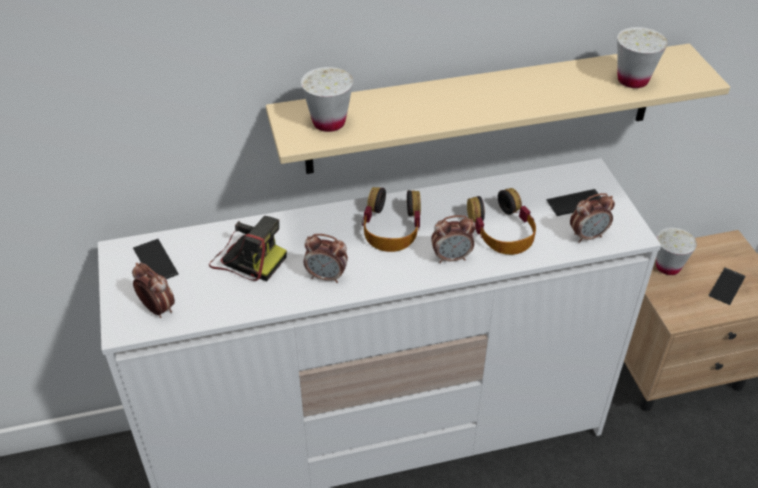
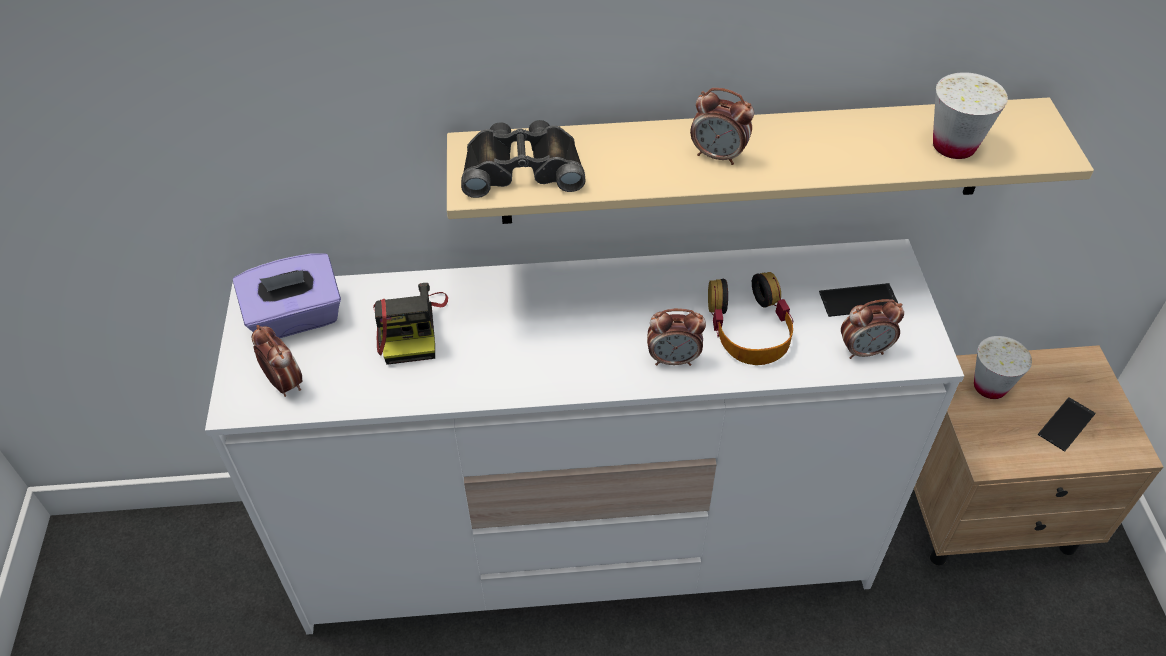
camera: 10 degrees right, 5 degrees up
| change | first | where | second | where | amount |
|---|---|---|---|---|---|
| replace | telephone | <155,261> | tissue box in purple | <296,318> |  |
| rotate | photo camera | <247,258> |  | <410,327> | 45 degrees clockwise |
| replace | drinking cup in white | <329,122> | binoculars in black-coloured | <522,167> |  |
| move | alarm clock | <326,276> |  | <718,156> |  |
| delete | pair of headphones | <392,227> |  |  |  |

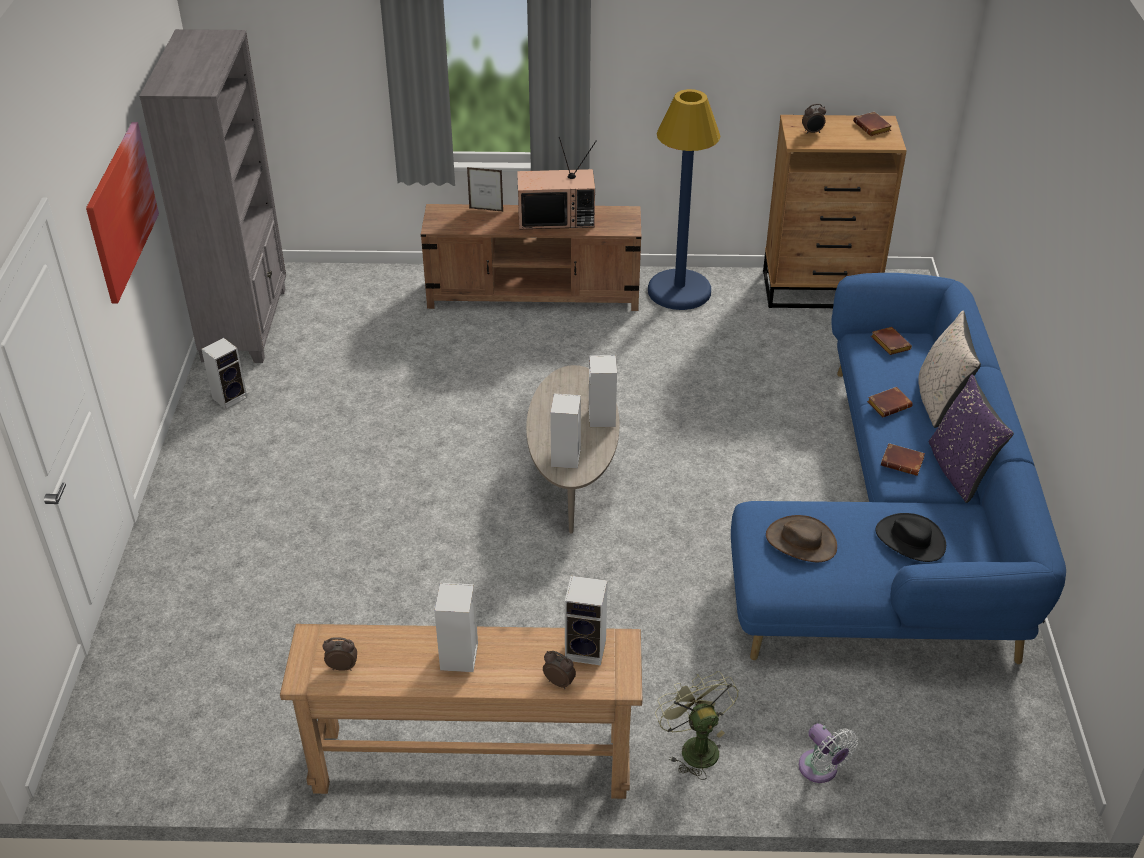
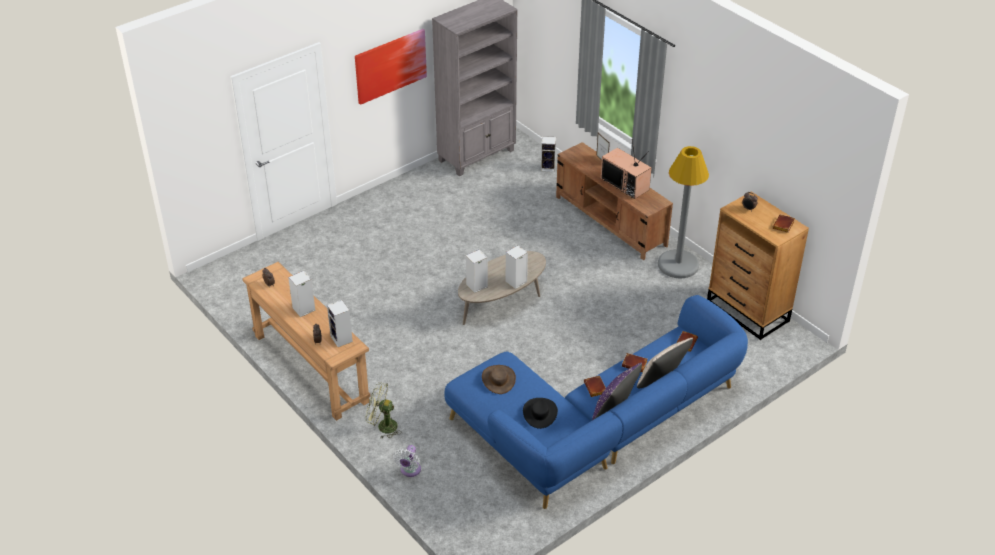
camera: 50 degrees right, 0 degrees up
| change | first | where | second | where | amount |
|---|---|---|---|---|---|
| move | speaker | <230,397> |  | <548,167> |  |
| recolor | standing lamp in blue-coloured | <679,291> | standing lamp in gray | <678,265> |  |
| rotate | cooling fan in greenish | <694,746> |  | <383,426> | 105 degrees counterclockwise |

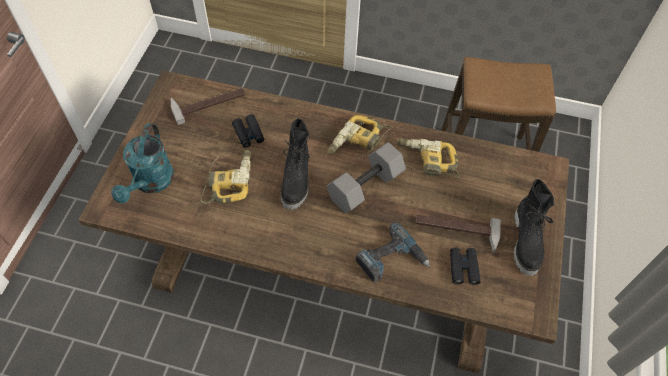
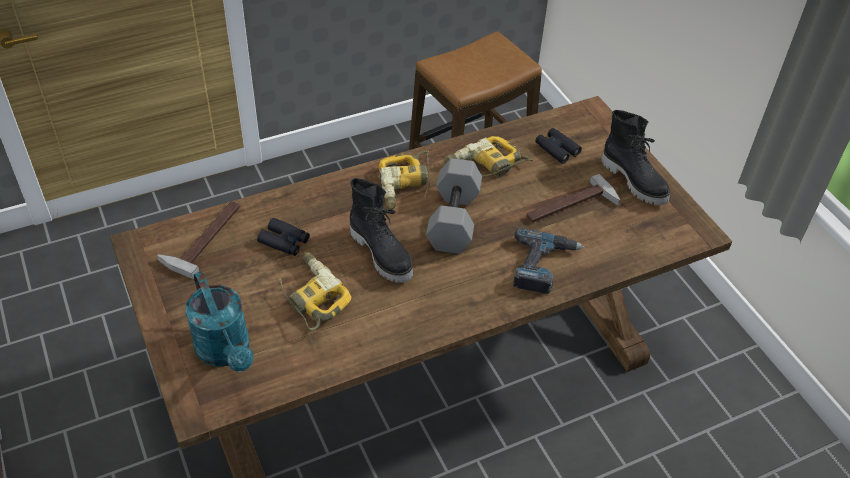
camera: 40 degrees left, 10 degrees down
| change | first | where | second | where | amount |
|---|---|---|---|---|---|
| move | binoculars in black-coloured | <463,268> |  | <557,149> |  |

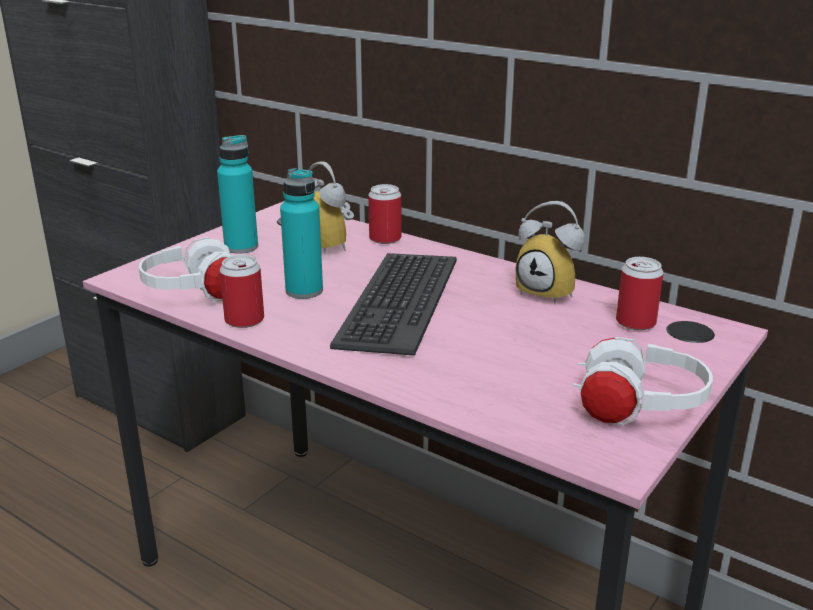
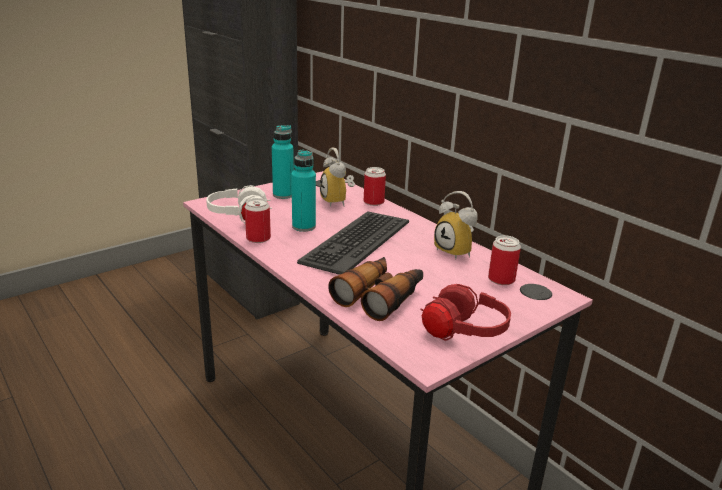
camera: 15 degrees right, 0 degrees up
| change | first | where | second | where | amount |
|---|---|---|---|---|---|
| recolor | pair of headphones in white | <637,410> | pair of headphones in red | <463,334> |  |
| insert |  |  | binoculars | <380,296> |  |

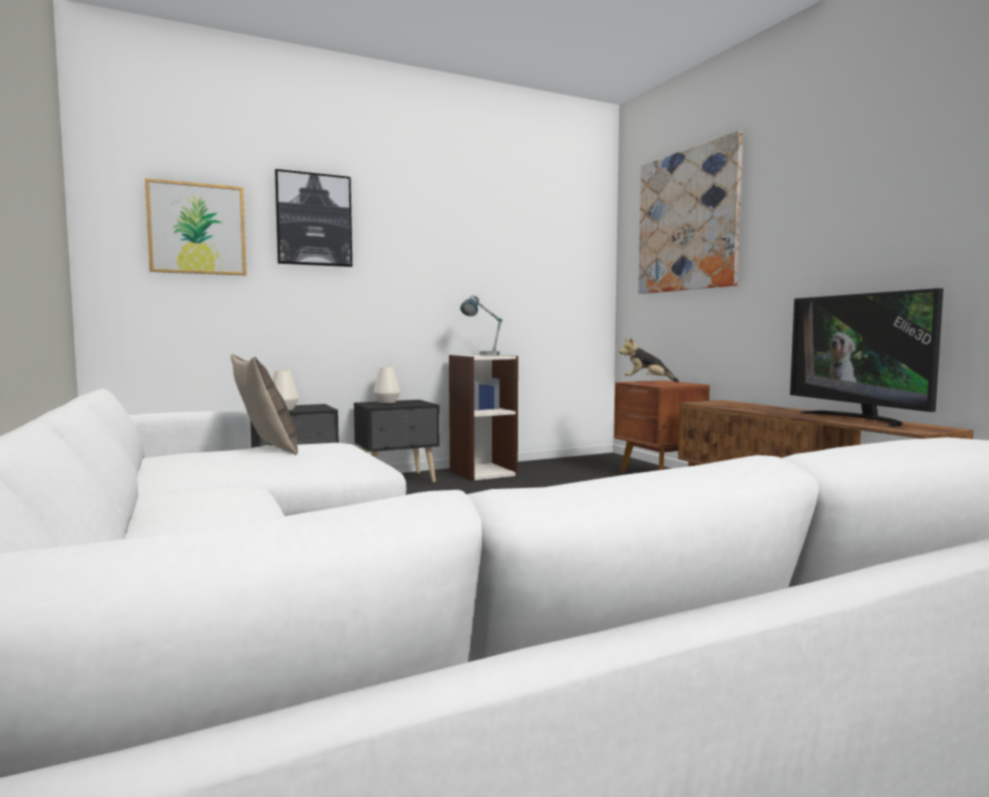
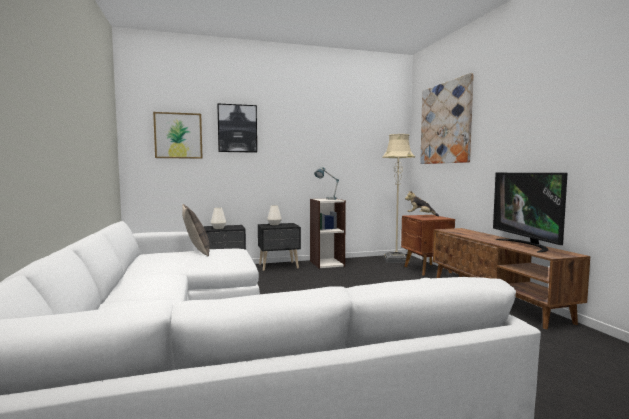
camera: 10 degrees right, 0 degrees up
| change | first | where | second | where | amount |
|---|---|---|---|---|---|
| insert |  |  | standing lamp in beige-coloured | <396,260> |  |

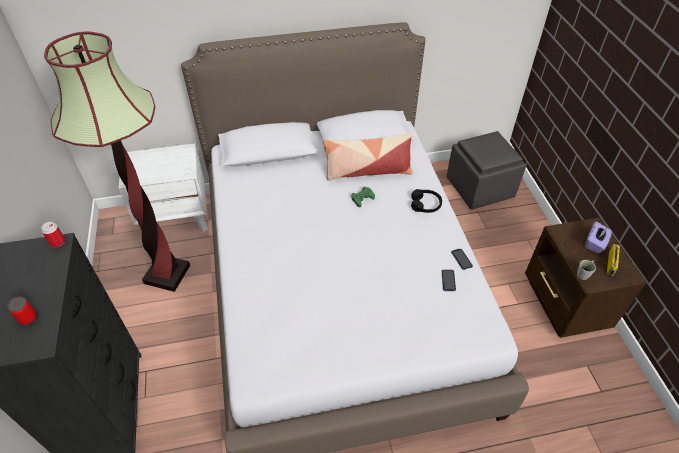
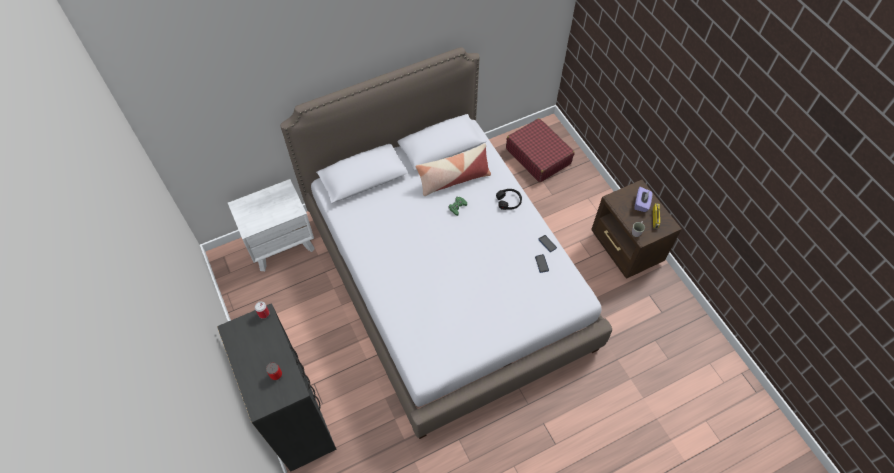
camera: 15 degrees left, 10 degrees up
| change | first | where | second | where | amount |
|---|---|---|---|---|---|
| delete | standing lamp | <167,274> |  |  |  |
| replace | pouffe in gray | <479,187> | piece of luggage in red | <538,156> |  |

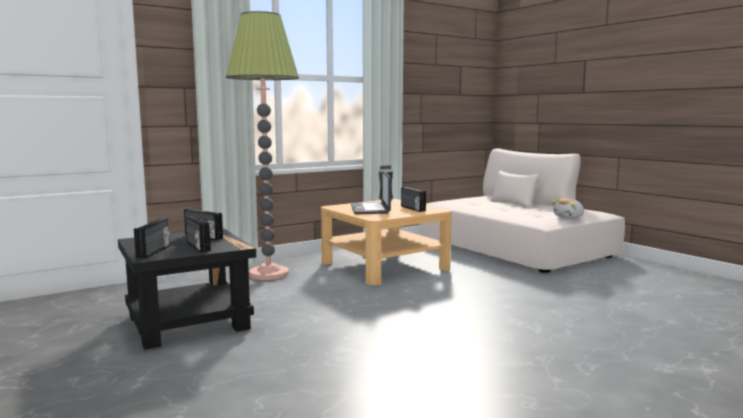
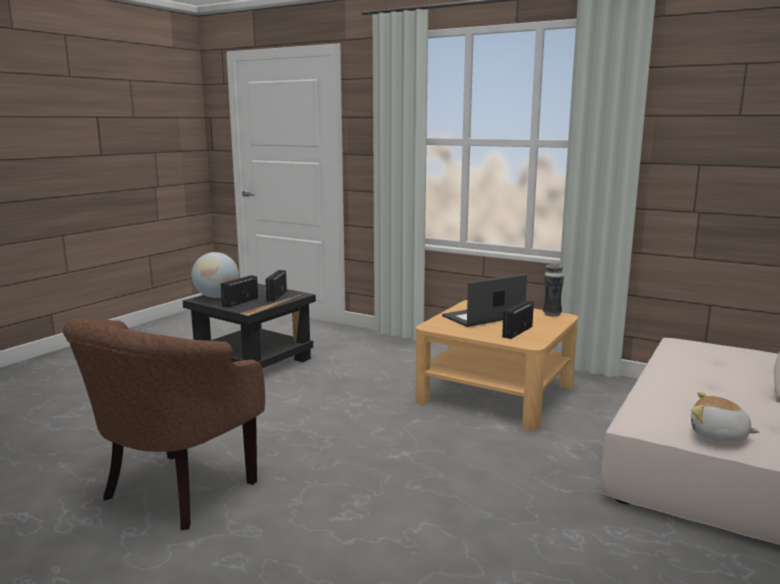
camera: 65 degrees right, 5 degrees up
| change | first | where | second | where | amount |
|---|---|---|---|---|---|
| replace | radio receiver | <154,251> | globe | <217,297> |  |
| delete | standing lamp | <269,274> |  |  |  |
| insert |  |  | armchair in brown | <173,493> |  |

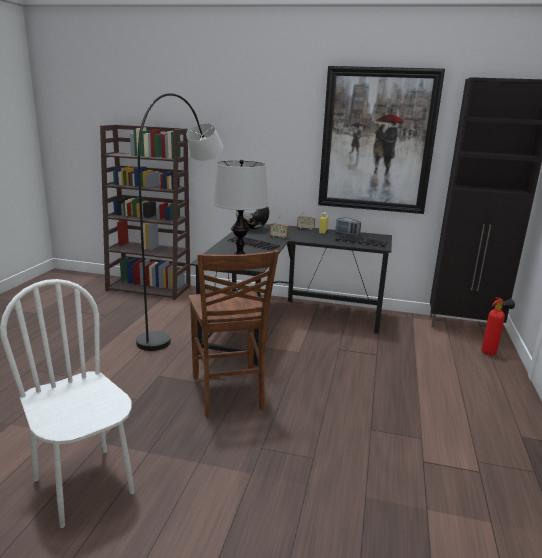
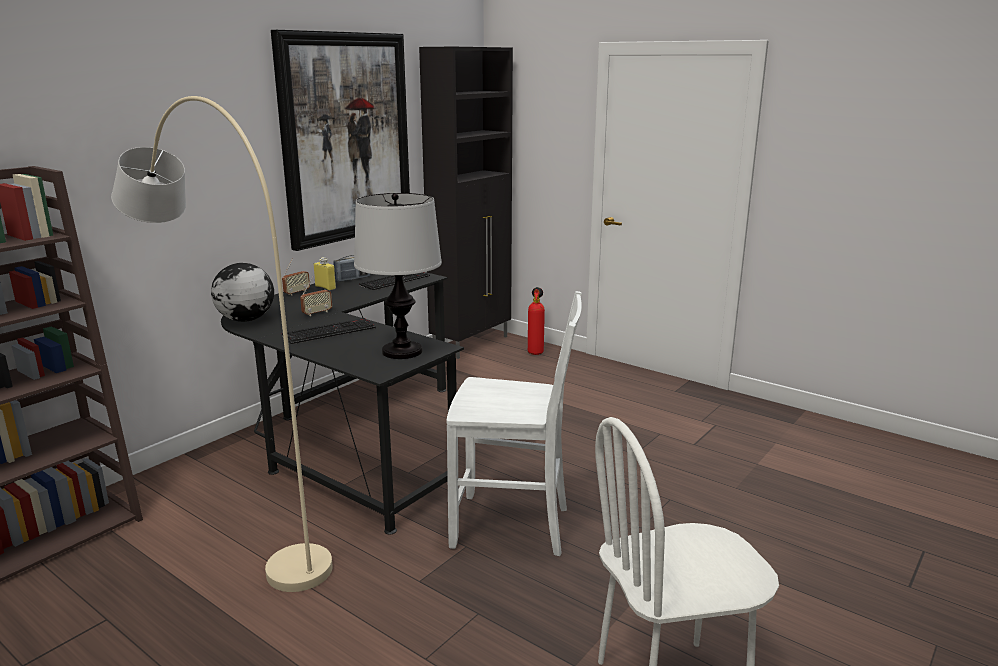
camera: 65 degrees left, 0 degrees up
| change | first | where | second | where | amount |
|---|---|---|---|---|---|
| recolor | standing lamp in black-coloured | <184,318> | standing lamp in beige-coloured | <238,522> |  |
| recolor | chair in brown | <228,394> | chair in white | <513,527> |  |

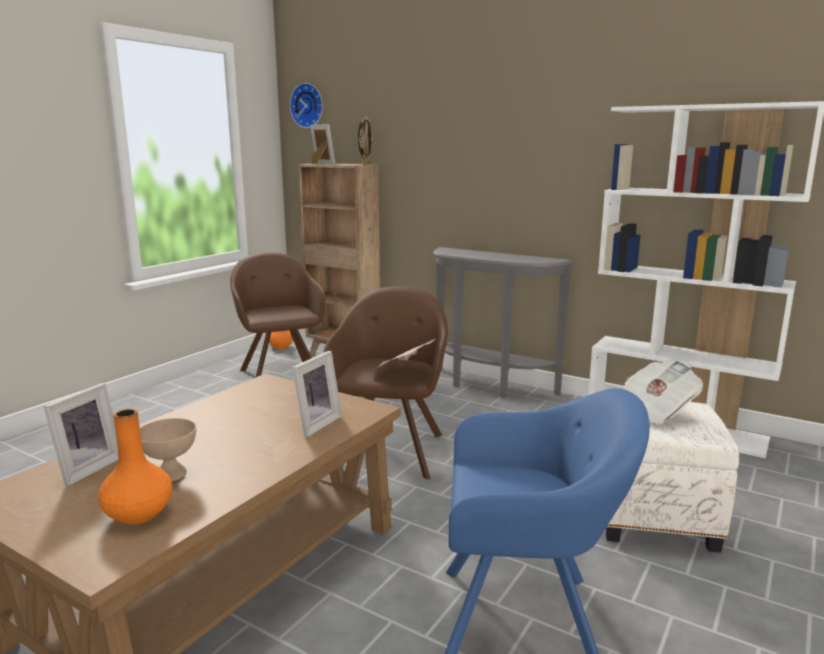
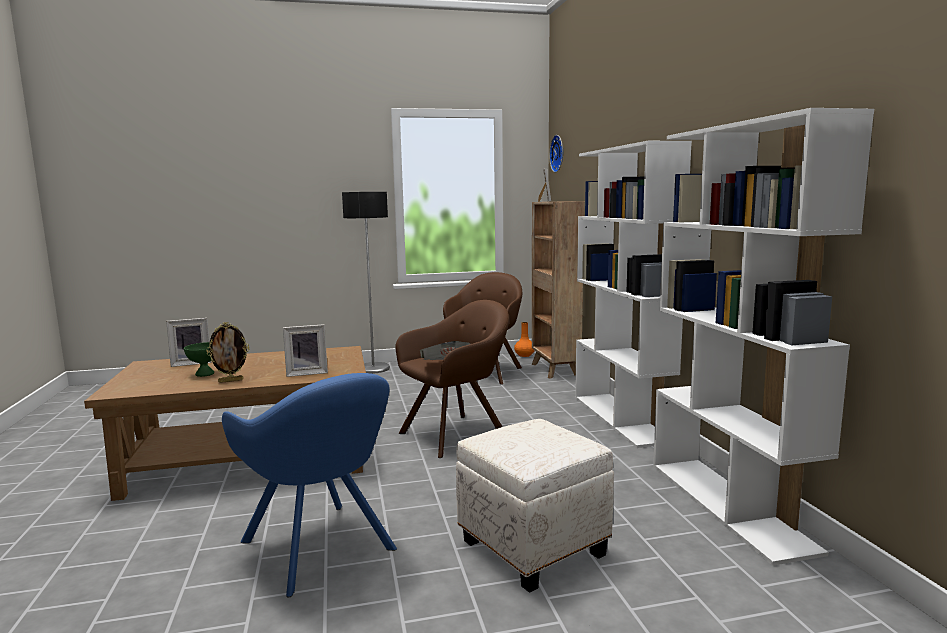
camera: 45 degrees right, 5 degrees down
| change | first | where | second | where | amount |
|---|---|---|---|---|---|
| delete | vase in orange | <139,513> |  |  |  |
| recolor | deep dish in beige-coloured | <170,475> | deep dish in greenish | <204,374> |  |
| move | picture frame | <365,164> |  | <231,381> |  |
| replace | narrow table in gray | <488,386> | bookcase in white | <622,418> |  |
| delete | newspaper | <652,412> |  |  |  |
| insert |  |  | standing lamp | <373,369> |  |

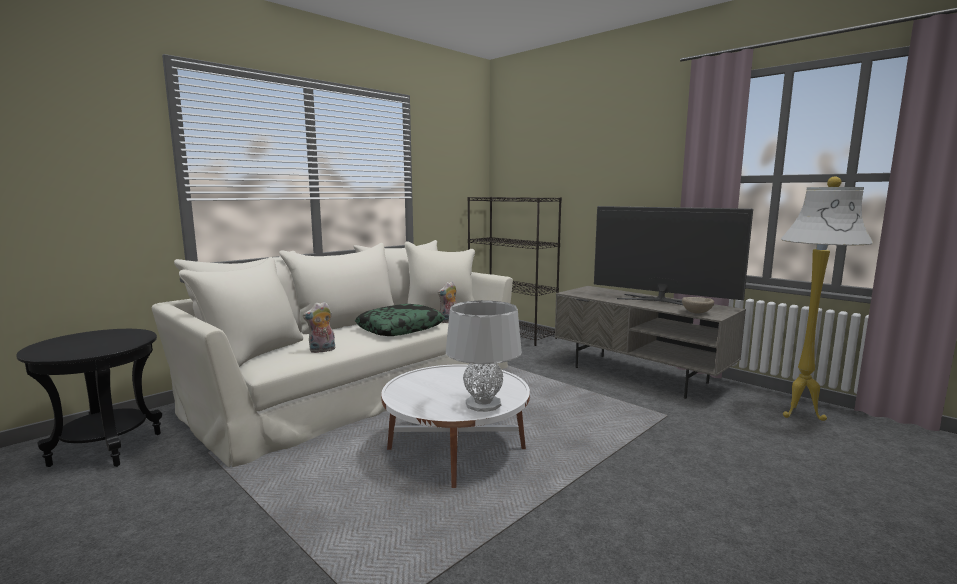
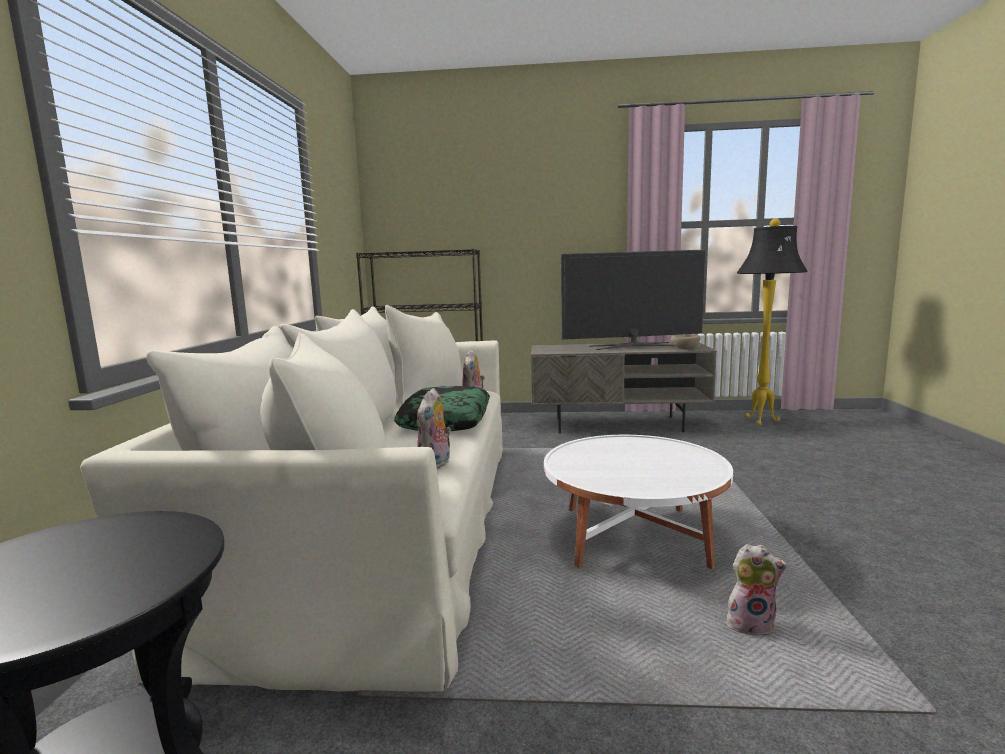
camera: 40 degrees left, 0 degrees up
| change | first | where | second | where | amount |
|---|---|---|---|---|---|
| delete | tabletop lamp in gray | <483,404> |  |  |  |
| recolor | standing lamp in white | <802,415> | standing lamp in black-coloured | <762,421> |  |
| insert |  |  | plush toy | <751,625> |  |

